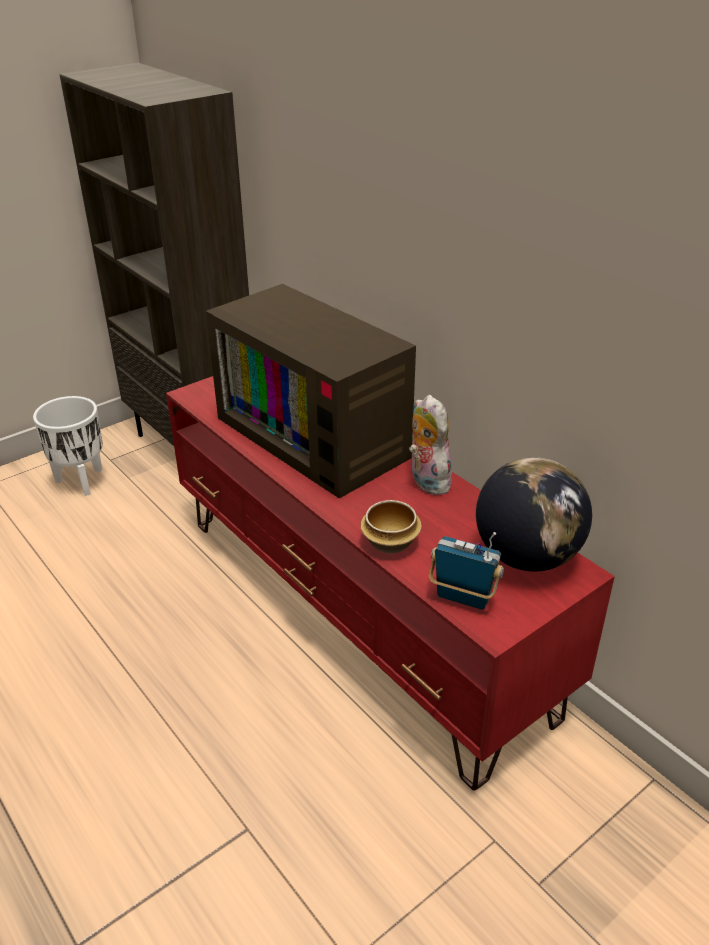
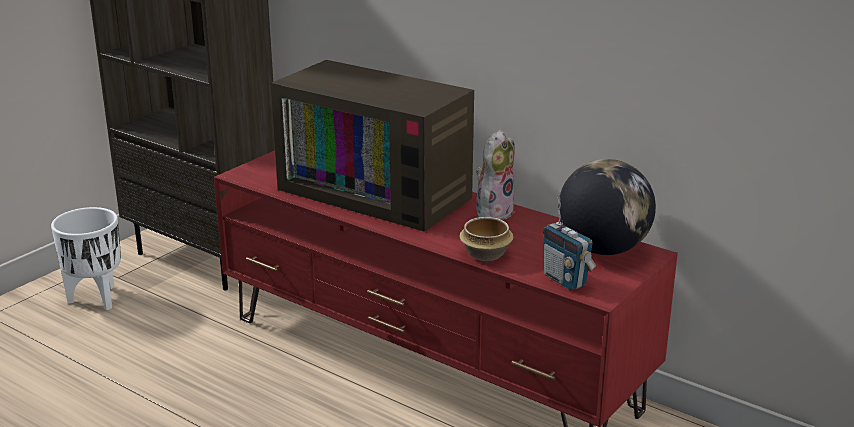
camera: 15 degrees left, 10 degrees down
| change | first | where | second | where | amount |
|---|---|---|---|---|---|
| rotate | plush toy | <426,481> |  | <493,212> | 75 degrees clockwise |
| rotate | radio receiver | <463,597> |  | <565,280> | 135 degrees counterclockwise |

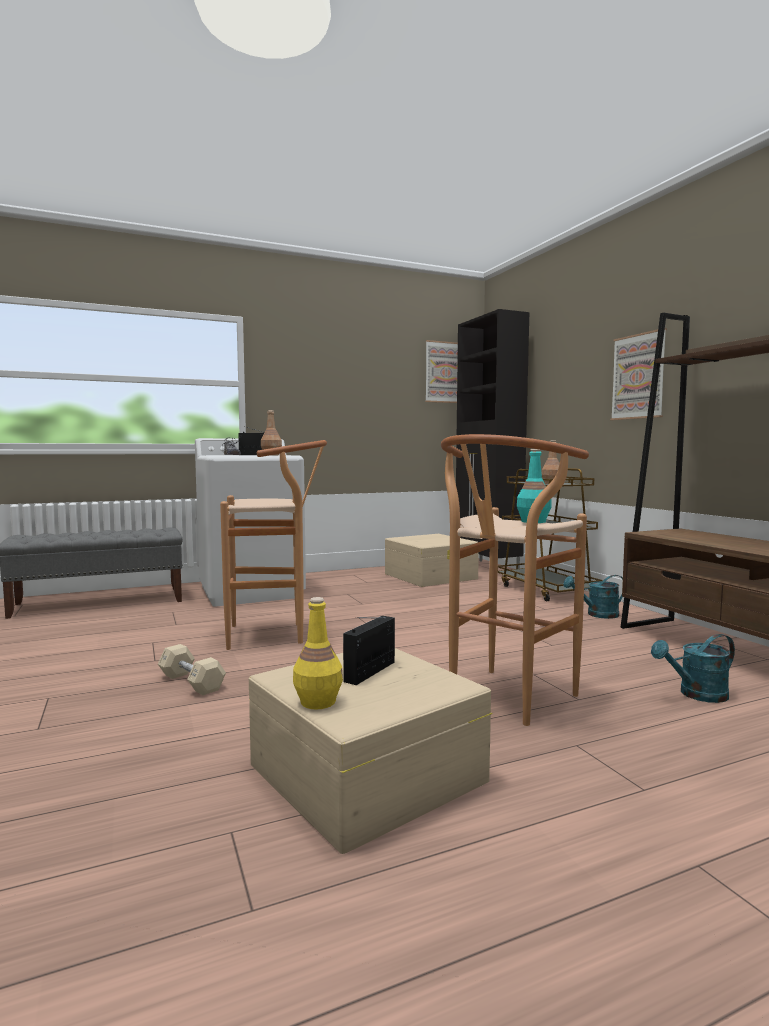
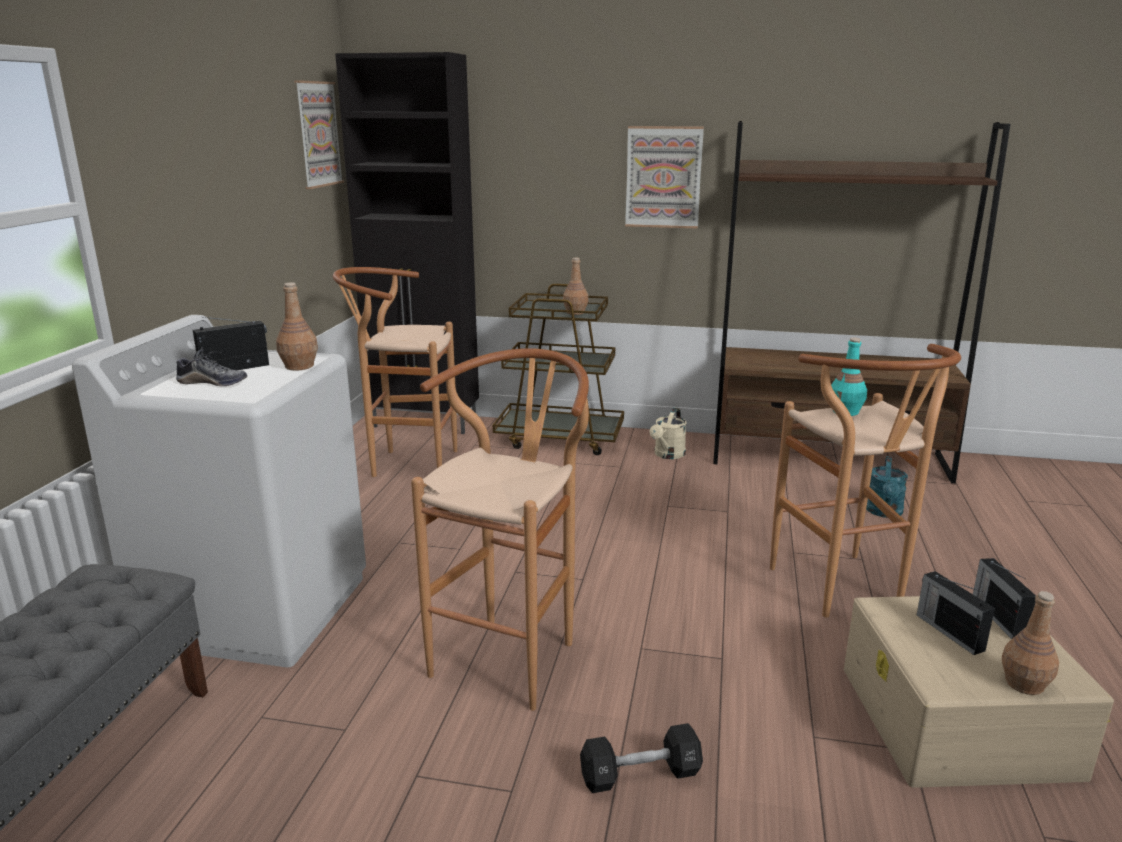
camera: 55 degrees left, 15 degrees up
| change | first | where | second | where | amount |
|---|---|---|---|---|---|
| recolor | free weight in beige-coloured | <191,682> | free weight in black-coloured | <640,774> |  |
| recolor | drink bottle in yellow-coloured | <318,701> | drink bottle in brown | <1023,683> |  |
| replace | storage box in beige-coloured | <431,576> | stool in brown | <406,464> |  |
| recolor | watering pot in turquoise-coloured | <597,614> | watering pot in beige-coloured | <667,455> |  |
| insert |  |  | radio receiver | <997,617> |  |

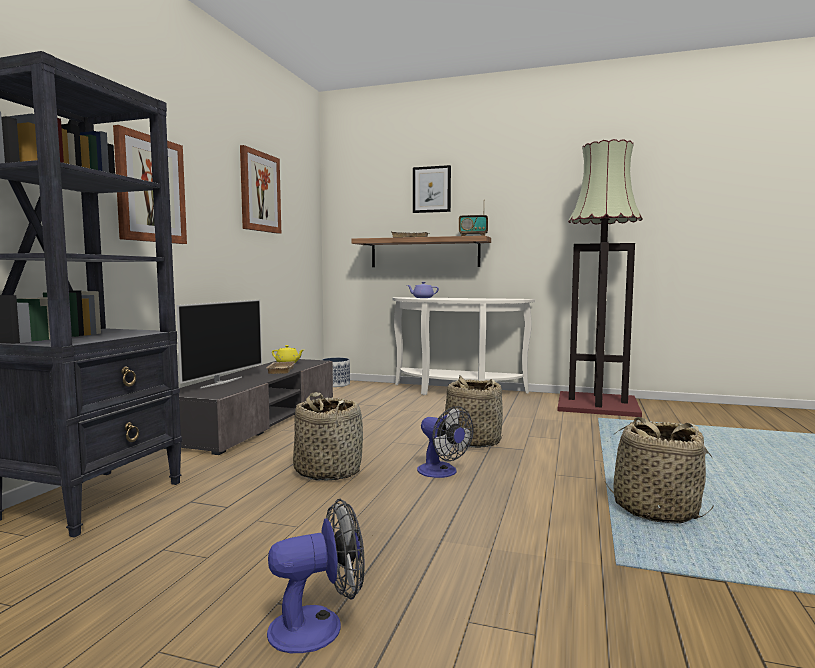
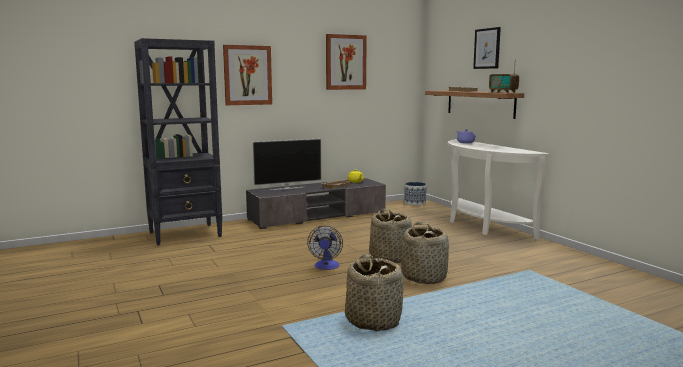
camera: 45 degrees right, 5 degrees up
| change | first | where | second | where | amount |
|---|---|---|---|---|---|
| delete | cooling fan | <318,626> |  |  |  |
| move | basket | <328,471> |  | <424,277> |  |
| delete | standing lamp | <598,404> |  |  |  |

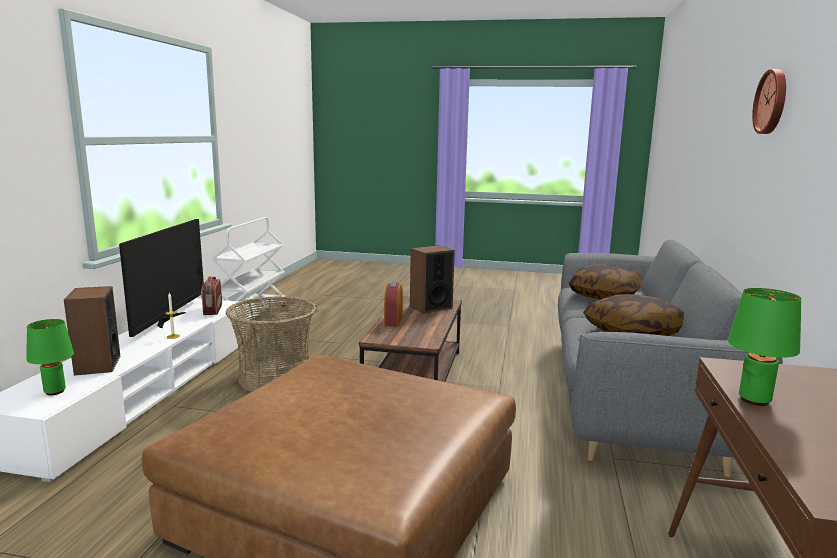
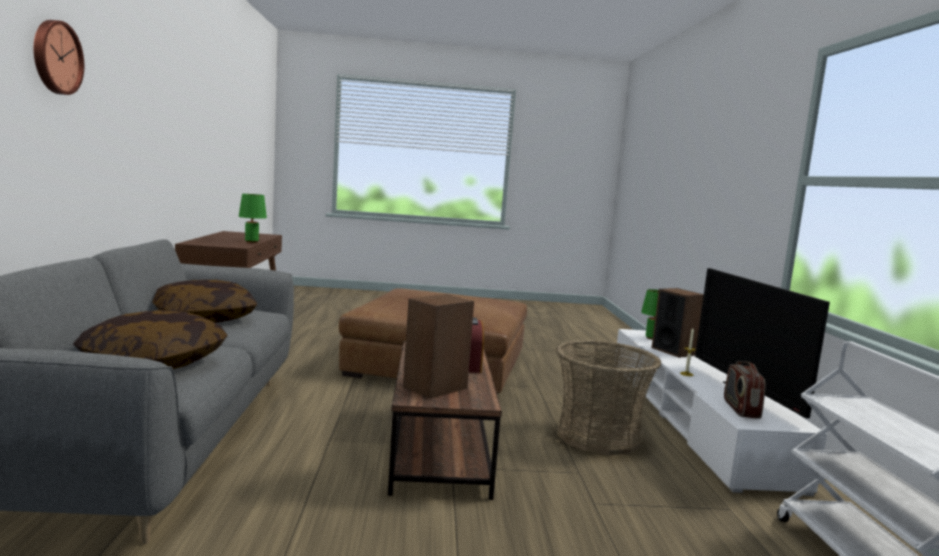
camera: 165 degrees right, 5 degrees down
| change | first | where | second | where | amount |
|---|---|---|---|---|---|
| rotate | radio receiver | <212,310> |  | <740,409> | 150 degrees counterclockwise |

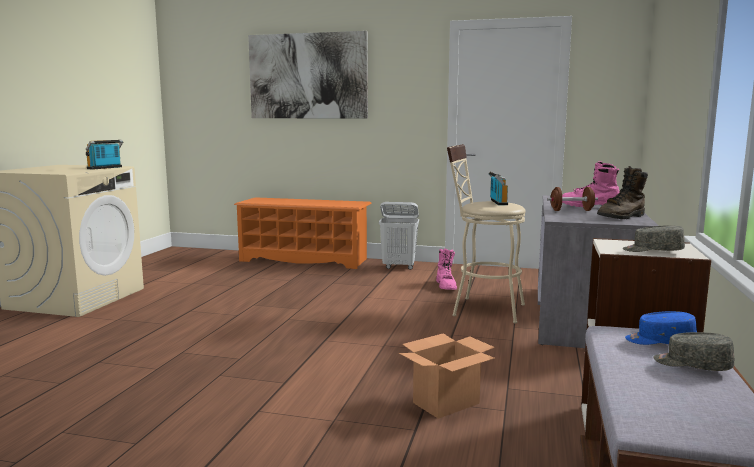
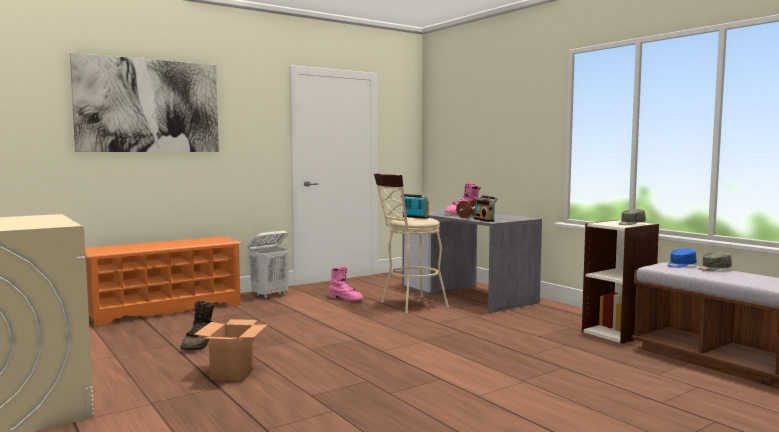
camera: 50 degrees left, 5 degrees down
| change | first | where | second | where | amount |
|---|---|---|---|---|---|
| move | radio receiver | <105,168> |  | <485,220> |  |
| move | carton | <446,403> |  | <232,371> |  |
| move | tall boot in brown | <622,217> |  | <198,345> |  |

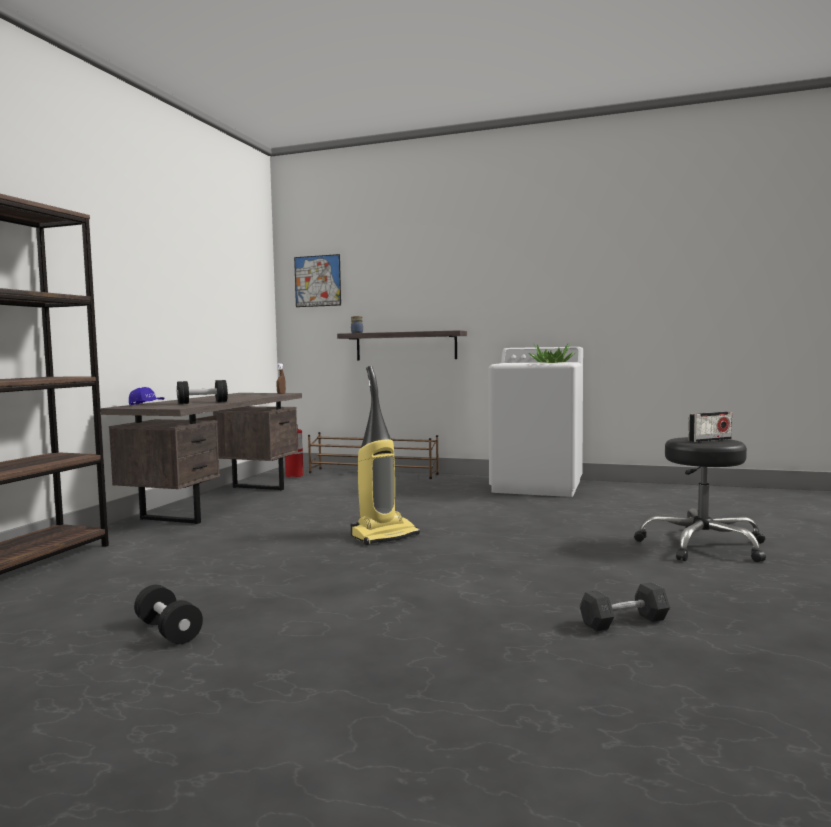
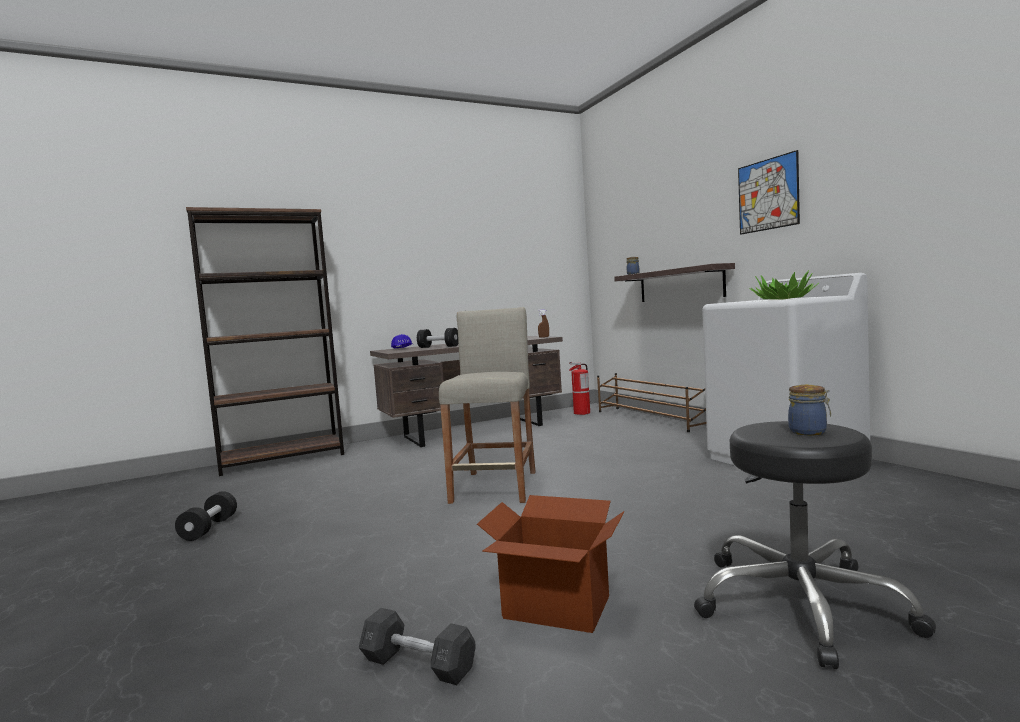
camera: 45 degrees right, 0 degrees up
| change | first | where | second | where | amount |
|---|---|---|---|---|---|
| move | wall picture | <317,281> |  | <768,194> |  |
| replace | vacuum | <384,536> | stool in beige-coloured | <496,487> |  |
| replace | radio receiver | <710,440> | preserve jar | <809,432> |  |
| insert |  |  | carton | <556,608> |  |

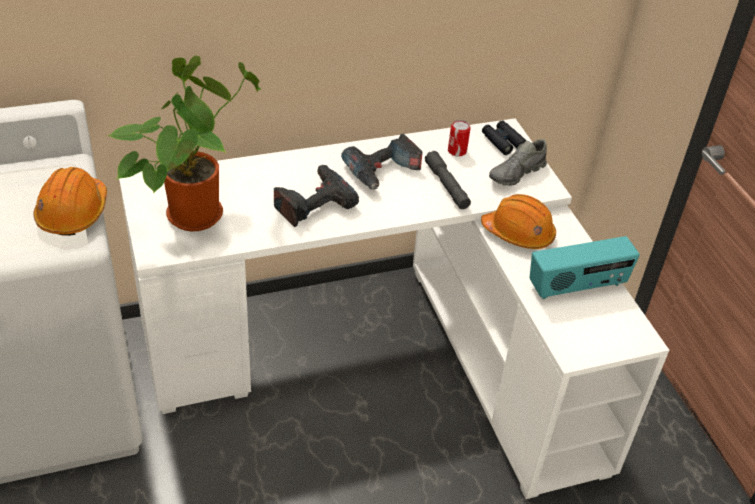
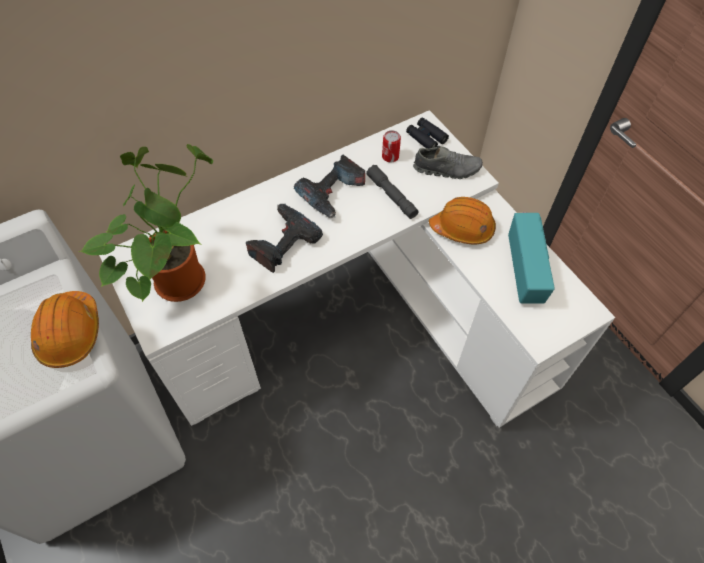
camera: 10 degrees left, 15 degrees up
| change | first | where | second | where | amount |
|---|---|---|---|---|---|
| rotate | item of footwear in gray | <516,174> |  | <446,169> | 120 degrees counterclockwise |
| rotate | radio receiver | <577,286> |  | <525,271> | 60 degrees counterclockwise |

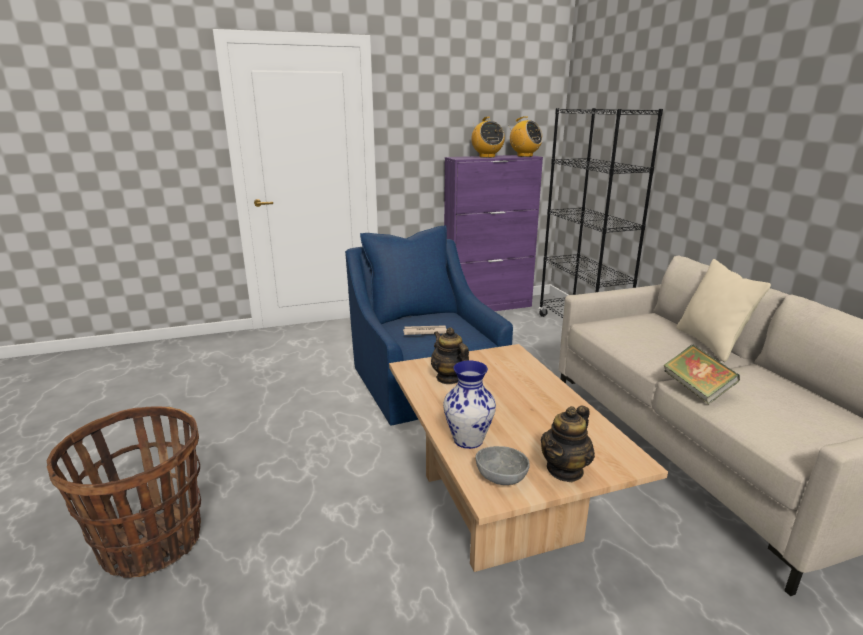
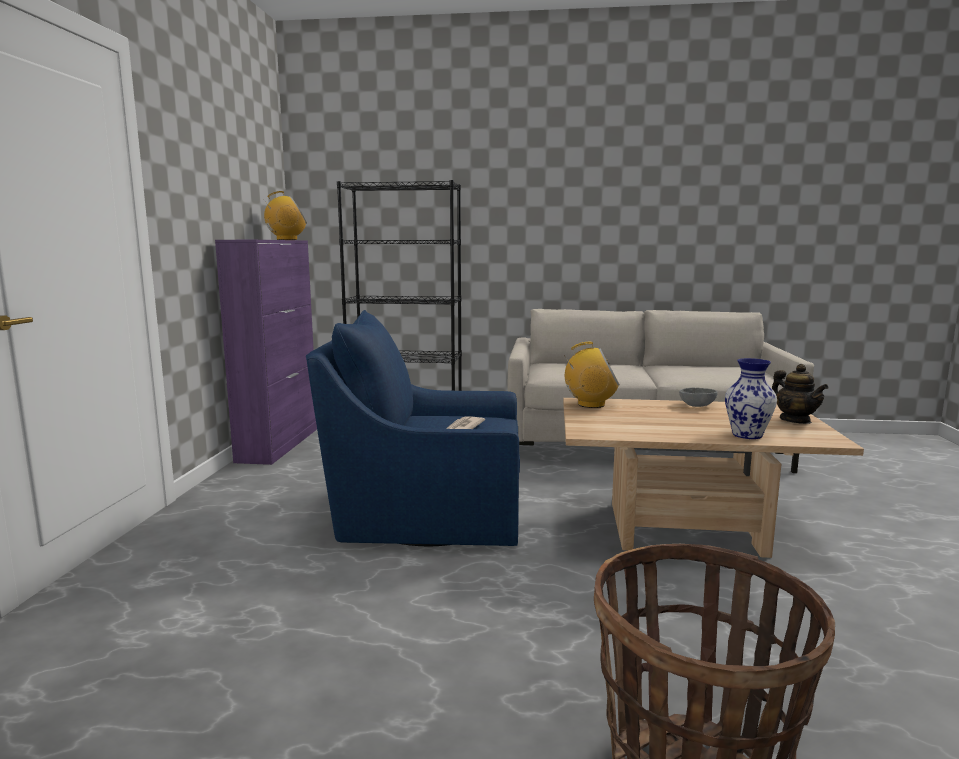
camera: 65 degrees left, 10 degrees down
| change | first | where | second | where | amount |
|---|---|---|---|---|---|
| delete | pot for tea | <449,378> |  |  |  |
| move | radio receiver | <487,156> |  | <590,404> |  |
| move | deep dish in gray | <501,477> |  | <696,405> |  |
| delete | volume | <696,389> |  |  |  |
| delete | throw pillow in beige-coloured | <710,344> |  |  |  |

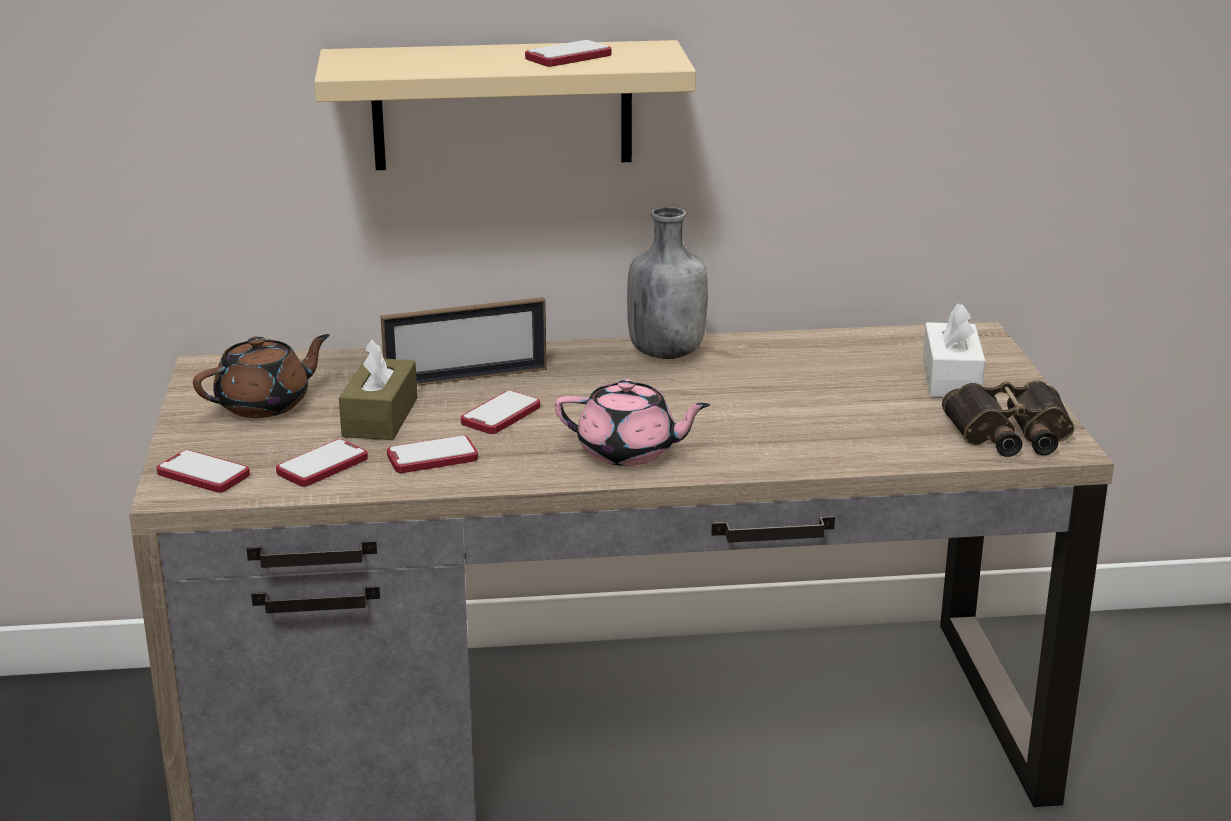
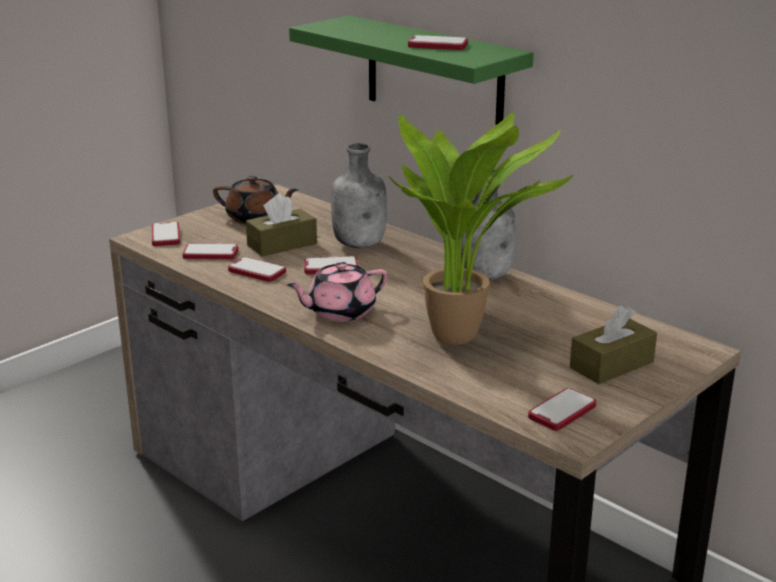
camera: 50 degrees right, 0 degrees up
| change | first | where | second | where | amount |
|---|---|---|---|---|---|
| recolor | shelf in beige-coloured | <502,105> | shelf in greenish | <434,74> |  |
| replace | picture frame | <466,378> | drink bottle in gray | <360,244> |  |
| rotate | pot for tea in pink-coloured | <629,452> |  | <340,312> | 90 degrees clockwise |
| recolor | tissue box in white | <951,378> | tissue box in brown | <611,365> |  |
| replace | binoculars | <1010,434> | telephone | <562,411> |  |
| insert |  |  | potted plant | <463,336> |  |

